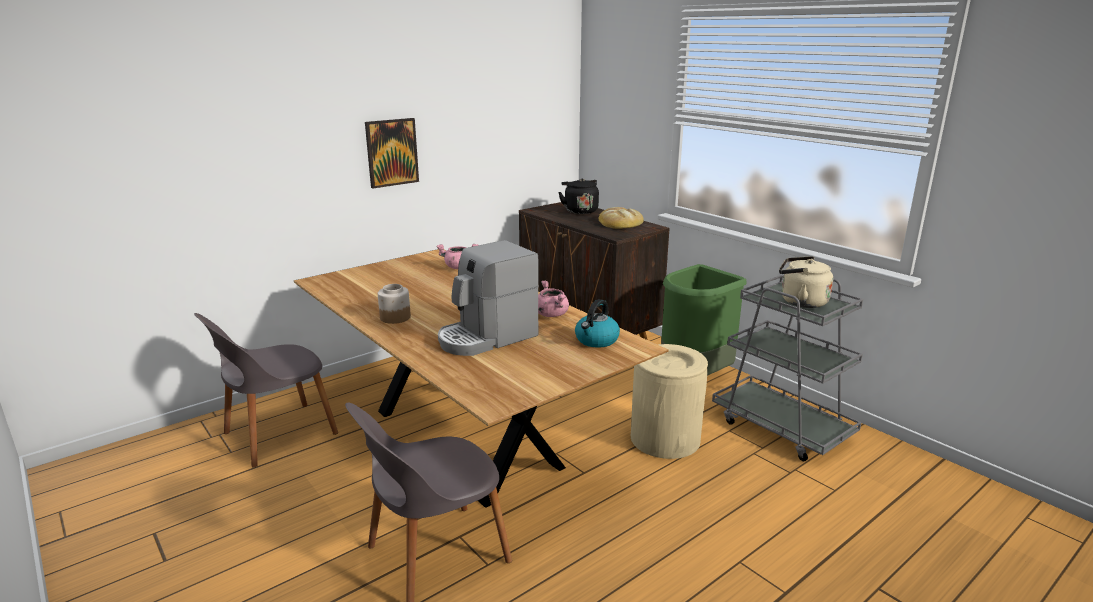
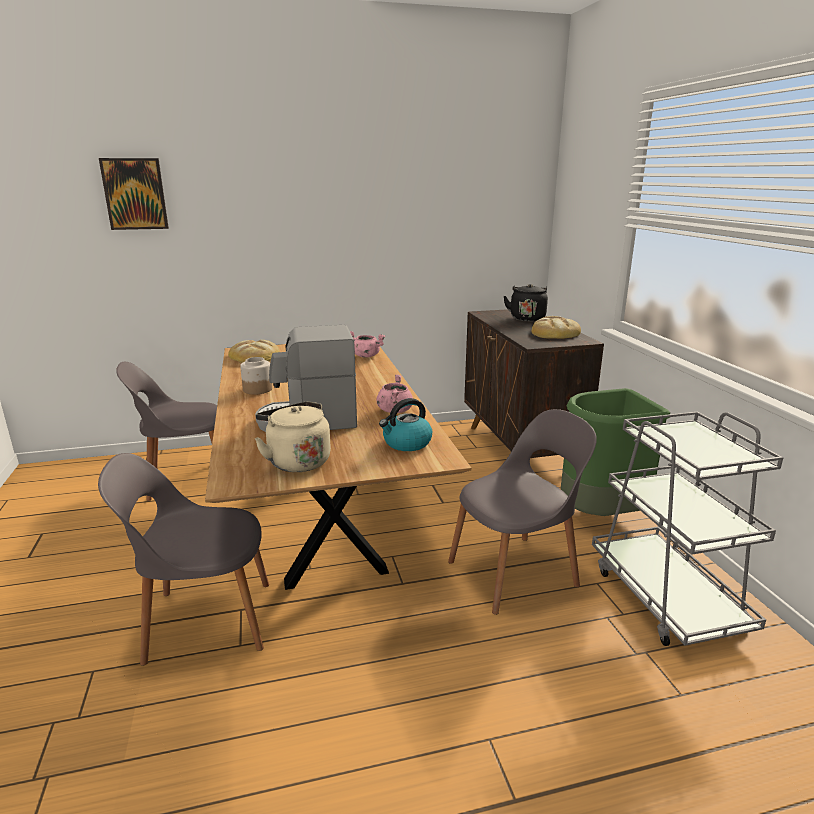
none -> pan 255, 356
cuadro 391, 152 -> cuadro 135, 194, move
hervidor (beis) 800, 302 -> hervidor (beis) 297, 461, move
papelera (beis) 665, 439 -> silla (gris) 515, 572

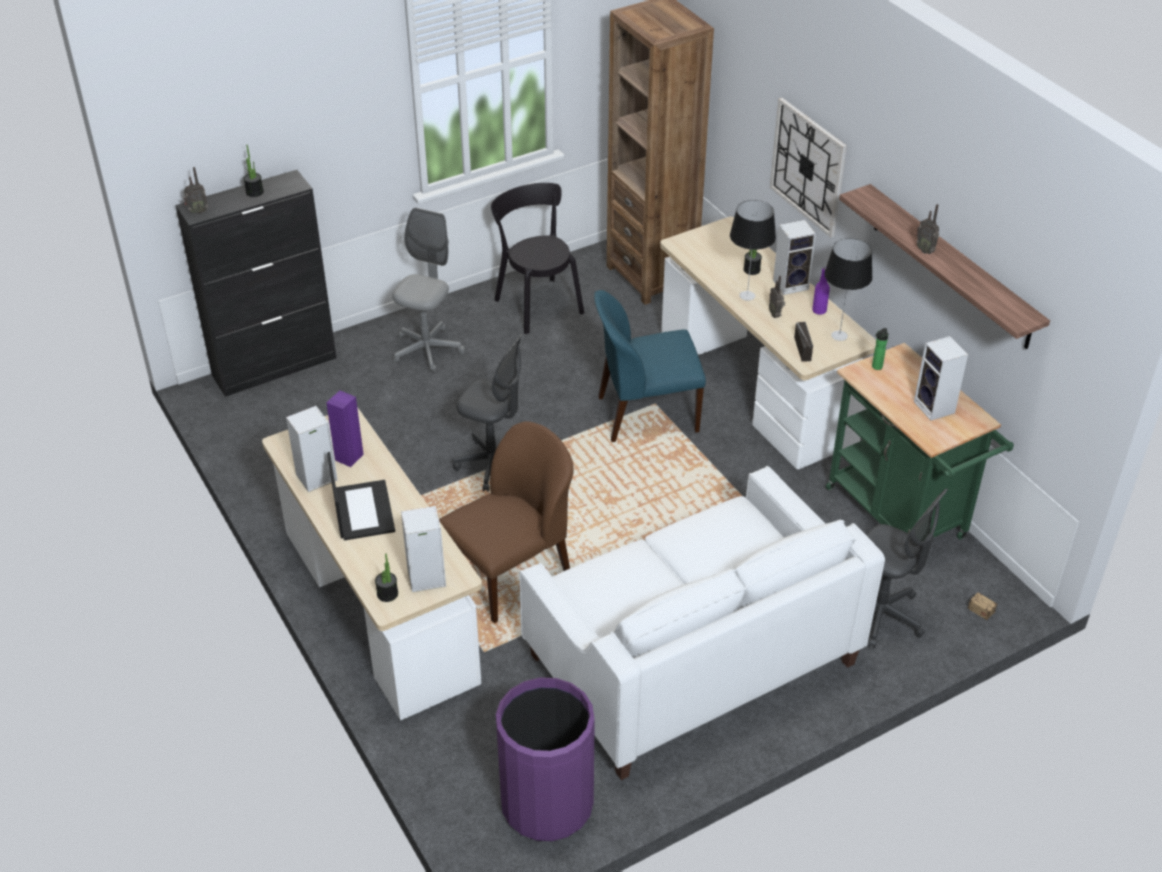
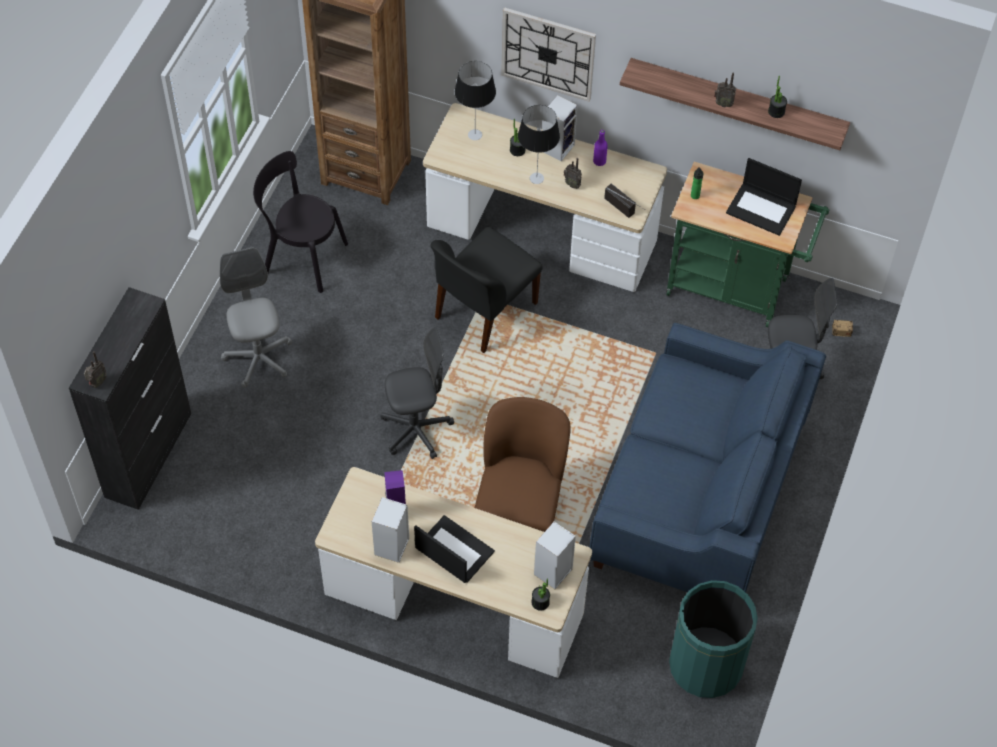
planta en maceta 254, 192 -> planta en maceta 776, 111, move
lámpara de mesa 839, 335 -> lámpara de mesa 474, 134, move
altavoz 935, 408 -> portátil 762, 209
papelera (morado) 547, 804 -> papelera (verde) 705, 665
sofá (blanco) 692, 659 -> sofá (azul) 698, 495
silla (azul) 645, 414 -> silla (negro) 484, 311

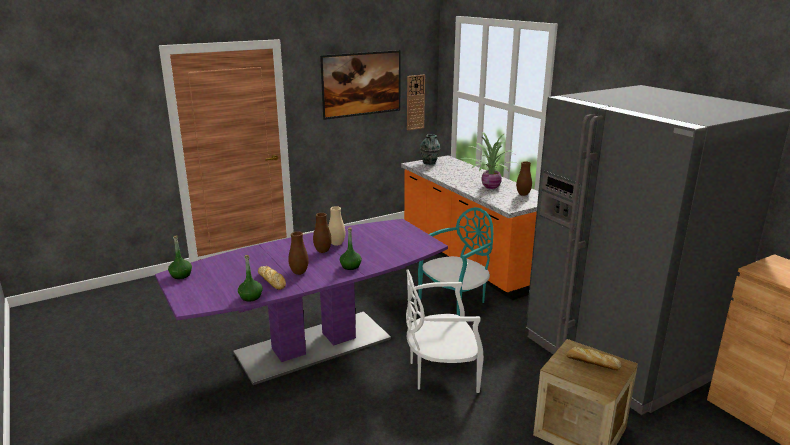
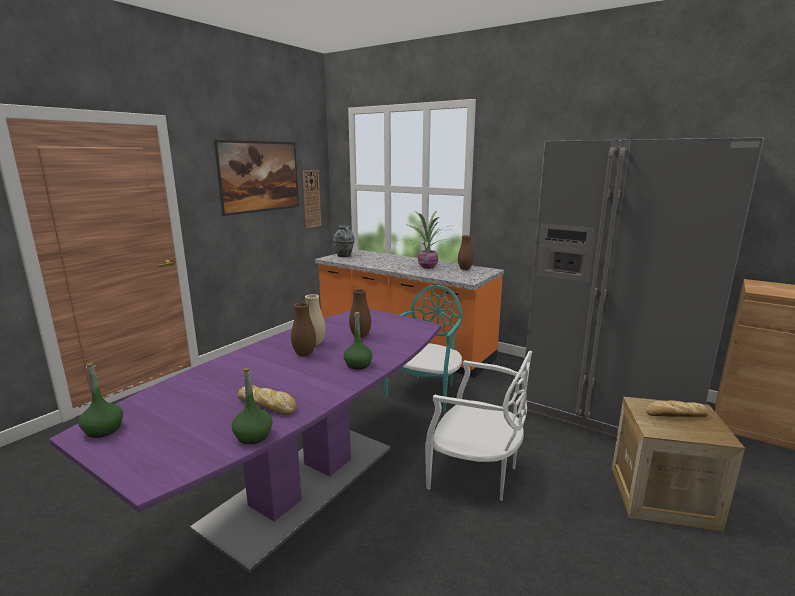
florero (marrón) 299, 273 -> florero (marrón) 360, 336, move
silla (blanco) 440, 373 -> silla (blanco) 476, 474, 120 degrees counterclockwise

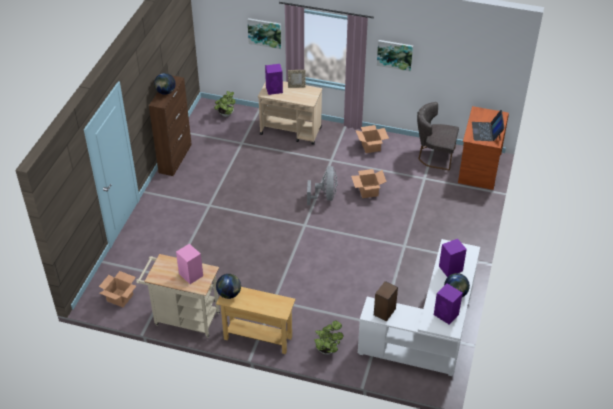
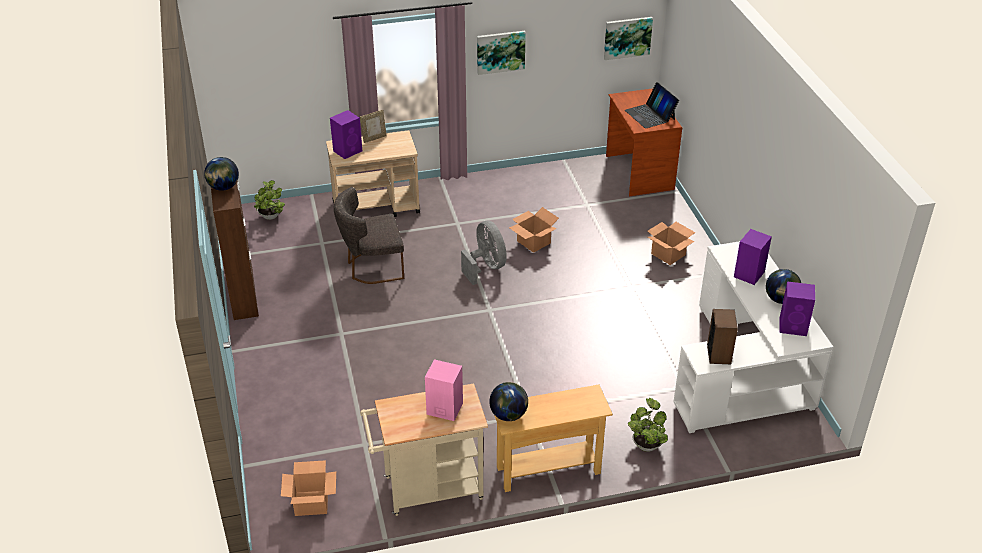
cuadro 264, 33 -> cuadro 627, 37, move
caja de cartón 370, 146 -> caja de cartón 667, 254, move
silla (gris) 434, 156 -> silla (gris) 372, 267, move

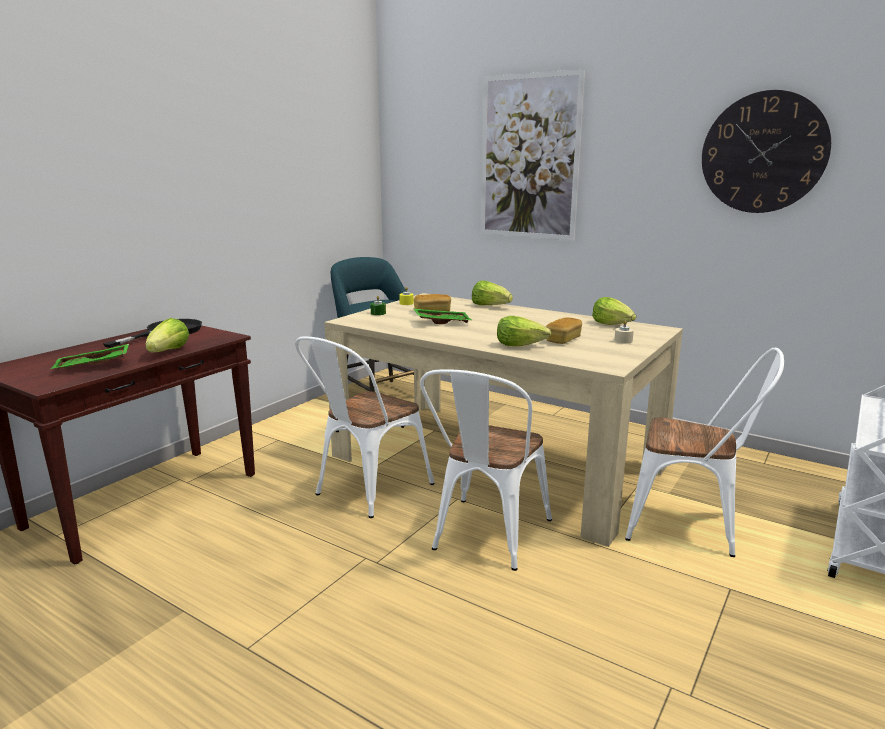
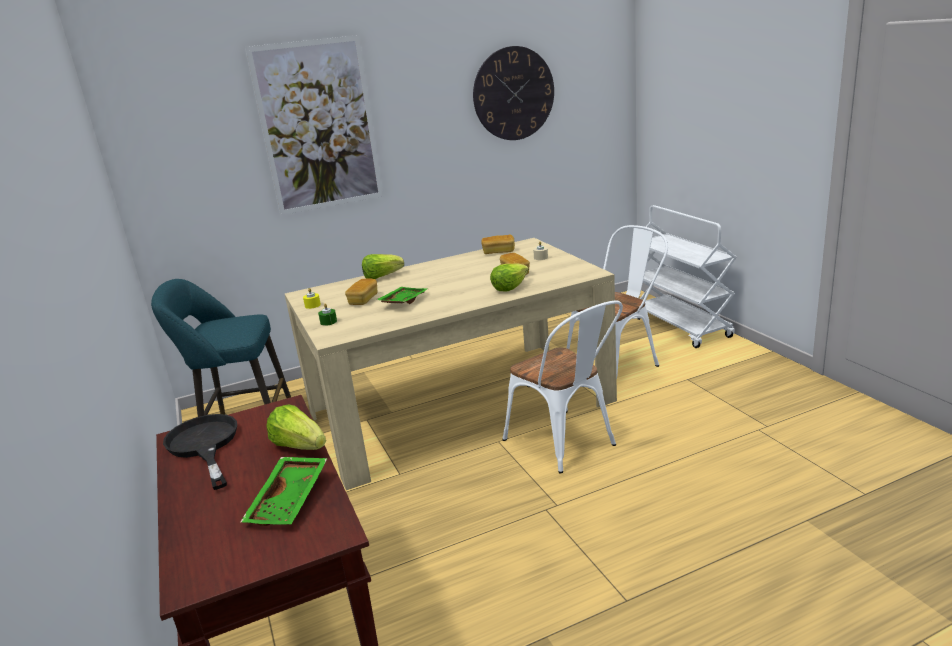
silla (blanco) 366, 491 -> none
lechuga 612, 324 -> pan 498, 252

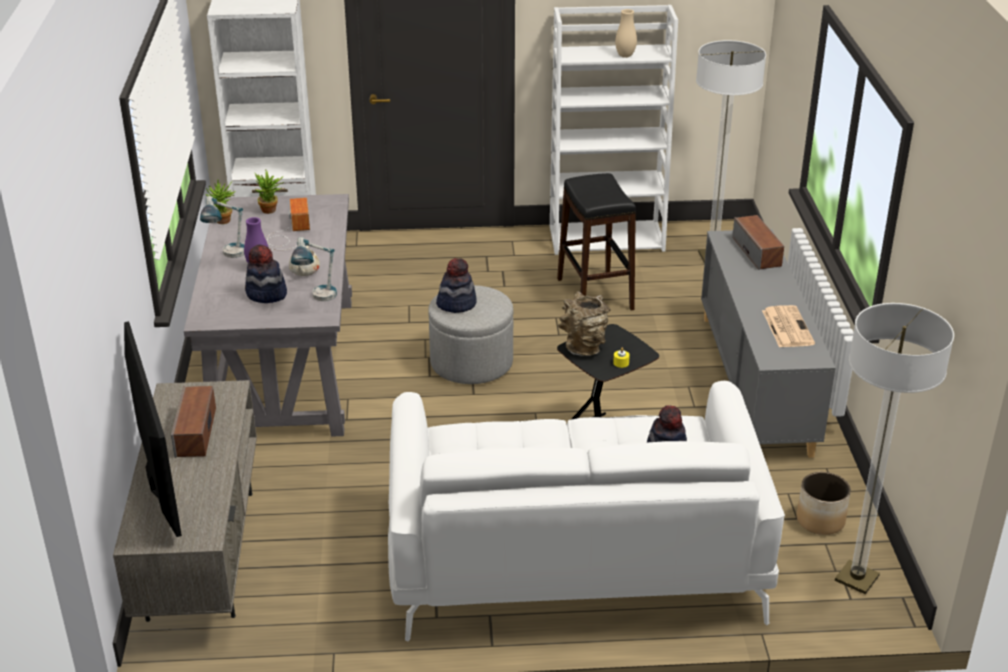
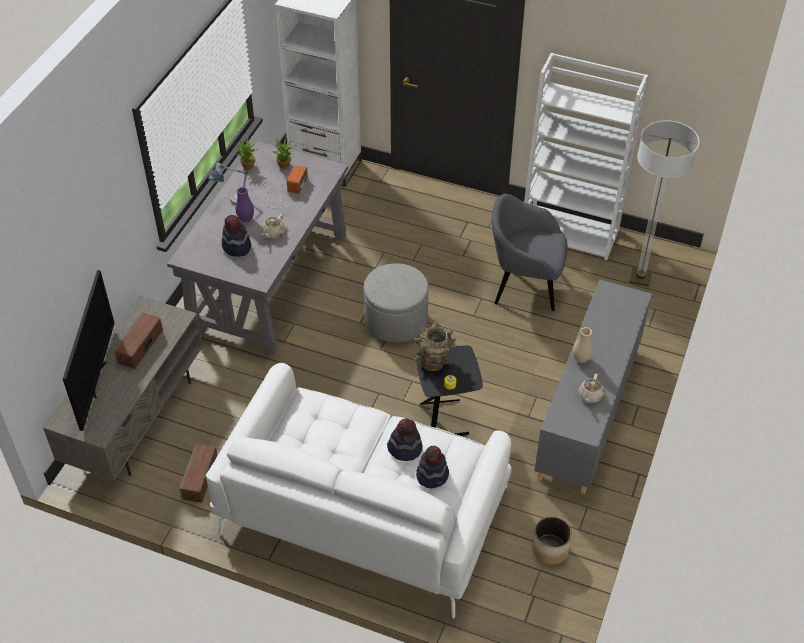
lámpara de mesa 318, 300 -> none
lámpara de pie 856, 578 -> none
sombrero 456, 303 -> sombrero 405, 448, move
florero (beis) 625, 56 -> florero (beis) 581, 359, move
altavoz 757, 252 -> altavoz 200, 478, move
taburete (negro) 594, 294 -> sillón (gris) 524, 285
periódico 787, 327 -> tetera (beis) 590, 395

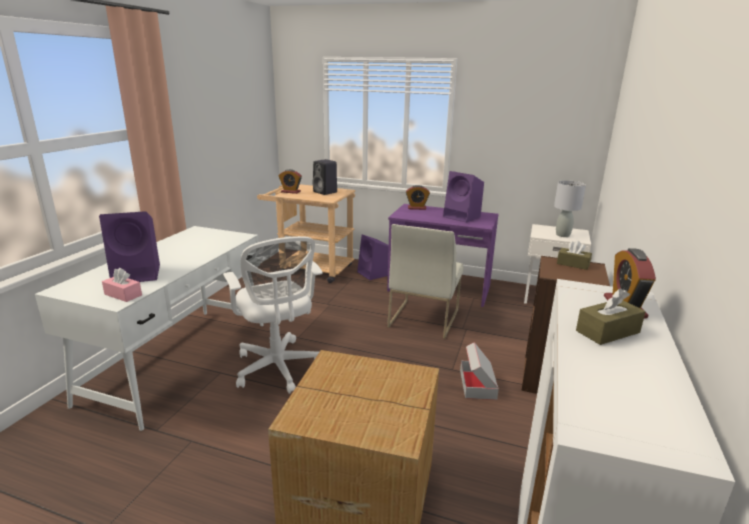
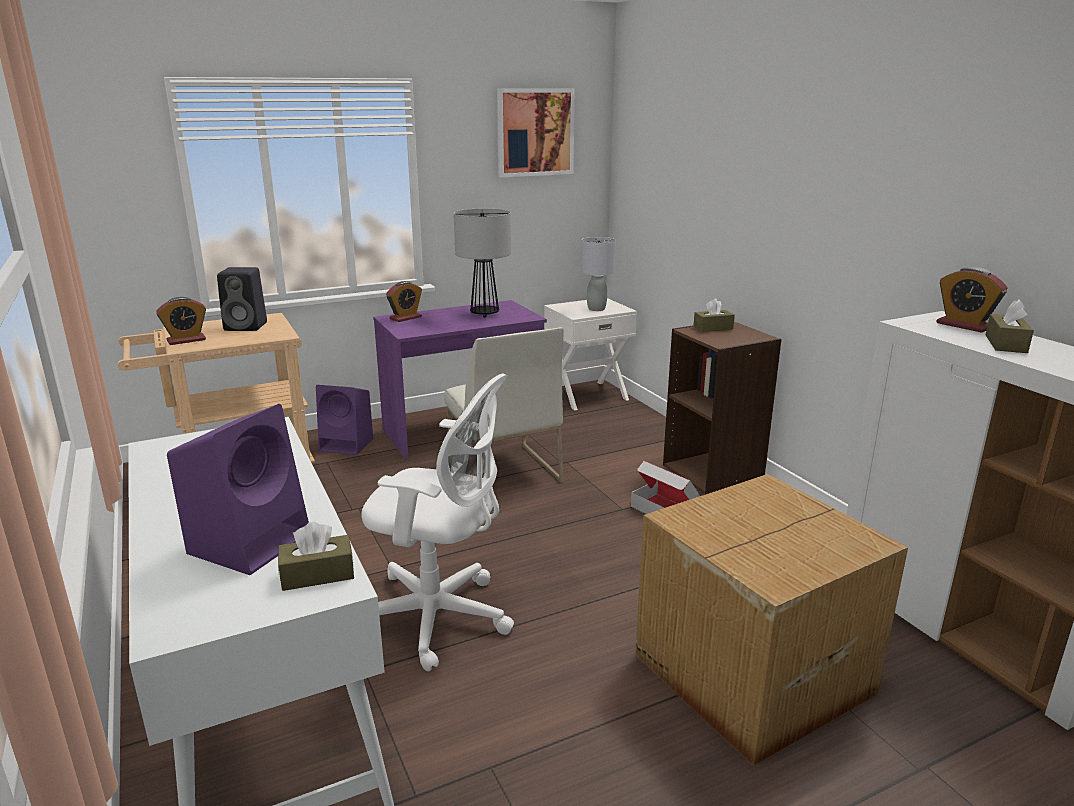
none -> cuadro 535, 132
altavoz (morado) 462, 217 -> lámpara de mesa 485, 314
caja de pañuelos (rosa) 123, 295 -> caja de pañuelos (marrón) 317, 575

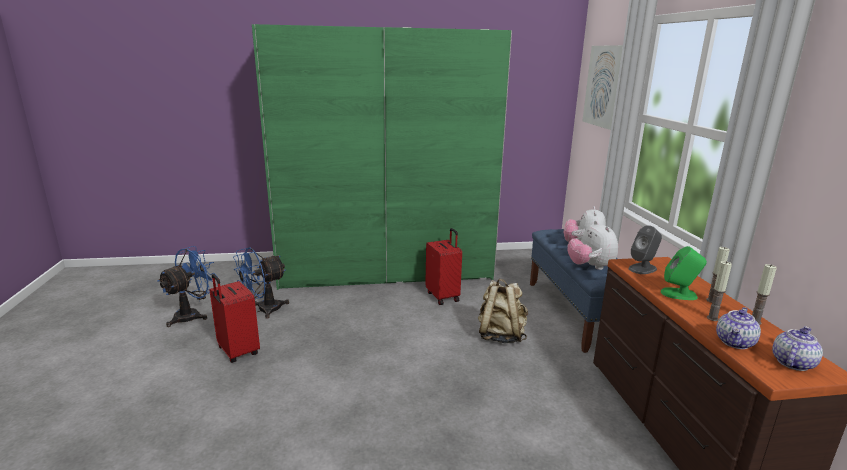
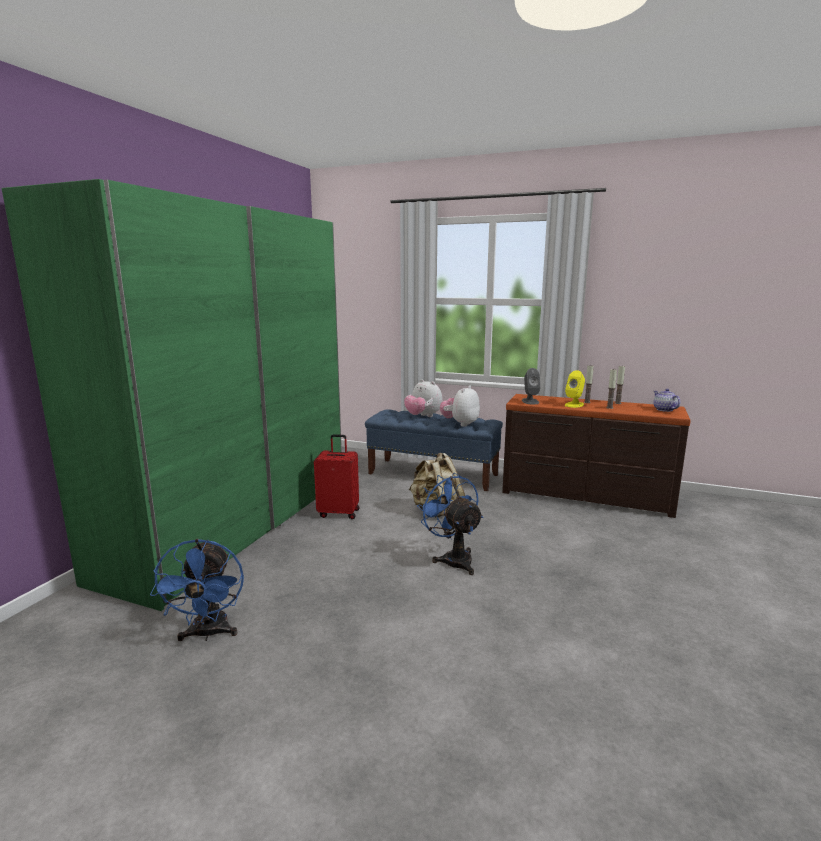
maleta (rojo) 237, 352 -> none
cuadro 605, 86 -> none
tetera 735, 342 -> none
ventilador (azul) 192, 315 -> ventilador (azul) 453, 558, move
altavoz (verde) 679, 294 -> altavoz (amarillo) 574, 405
peluche 590, 267 -> peluche 460, 424, 105 degrees clockwise

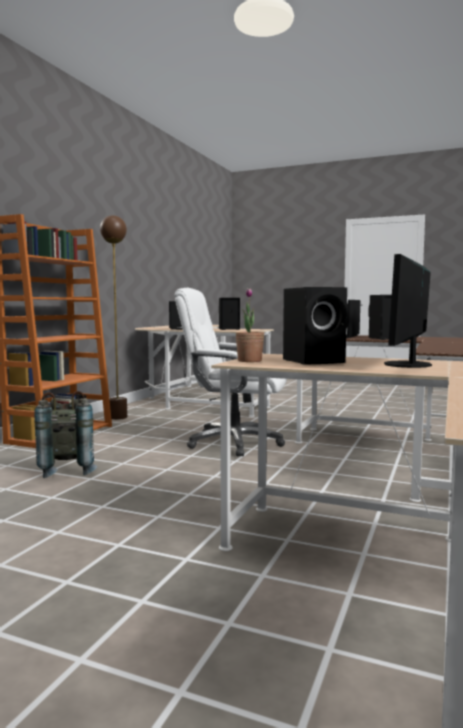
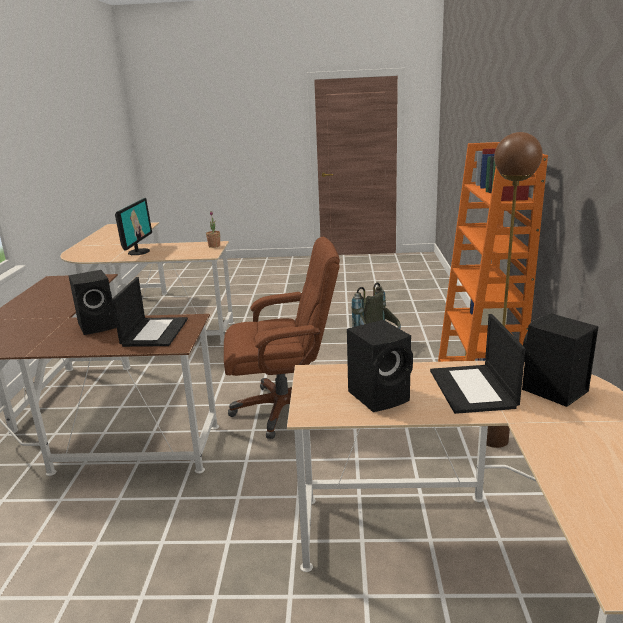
altavoz (negro) 315, 361 -> altavoz (negro) 552, 391, move
silla de oficina (blanco) 233, 443 -> silla de oficina (marrón) 284, 409

